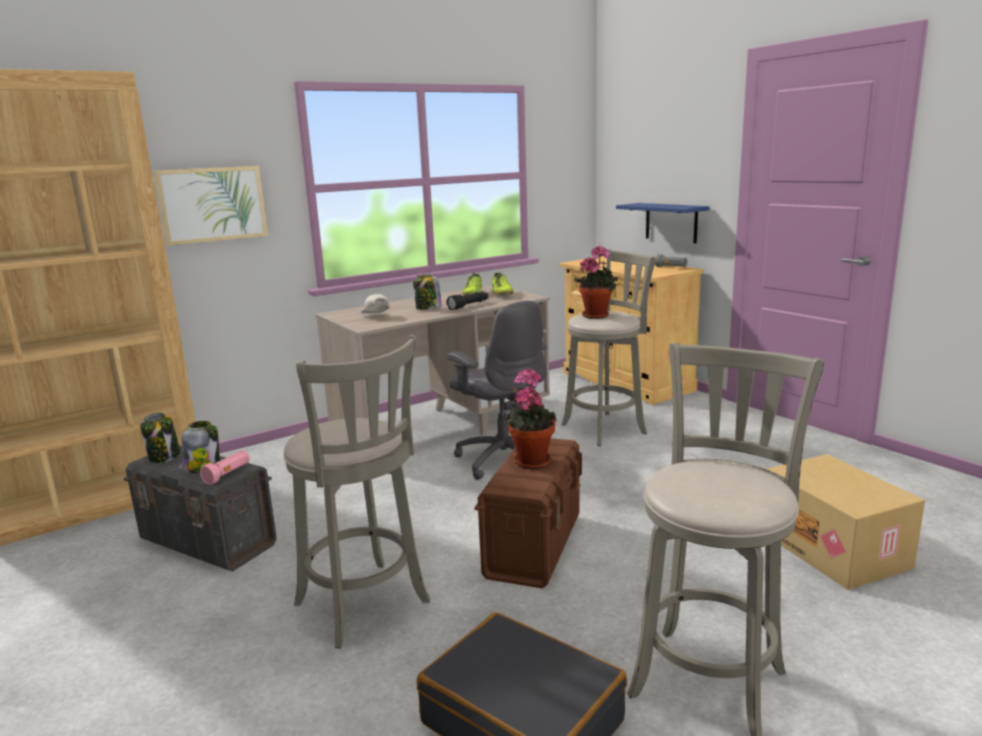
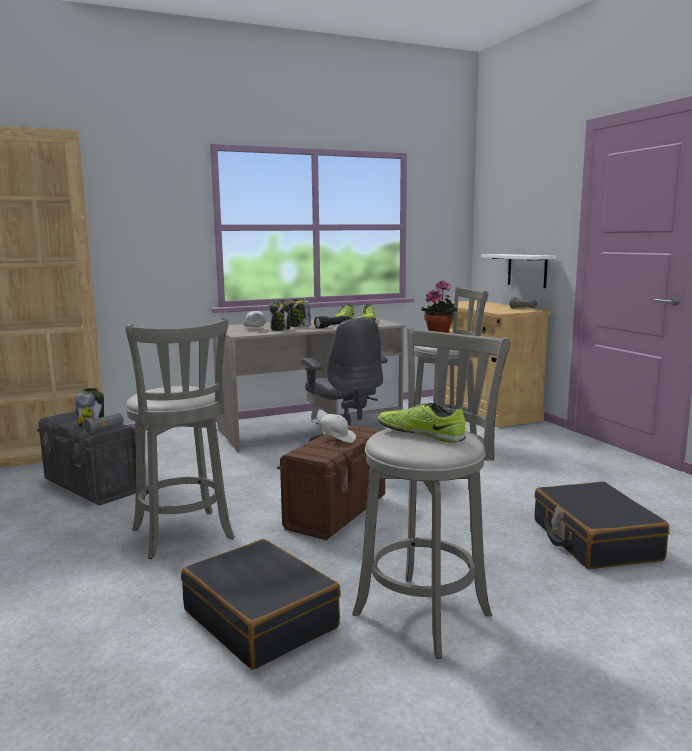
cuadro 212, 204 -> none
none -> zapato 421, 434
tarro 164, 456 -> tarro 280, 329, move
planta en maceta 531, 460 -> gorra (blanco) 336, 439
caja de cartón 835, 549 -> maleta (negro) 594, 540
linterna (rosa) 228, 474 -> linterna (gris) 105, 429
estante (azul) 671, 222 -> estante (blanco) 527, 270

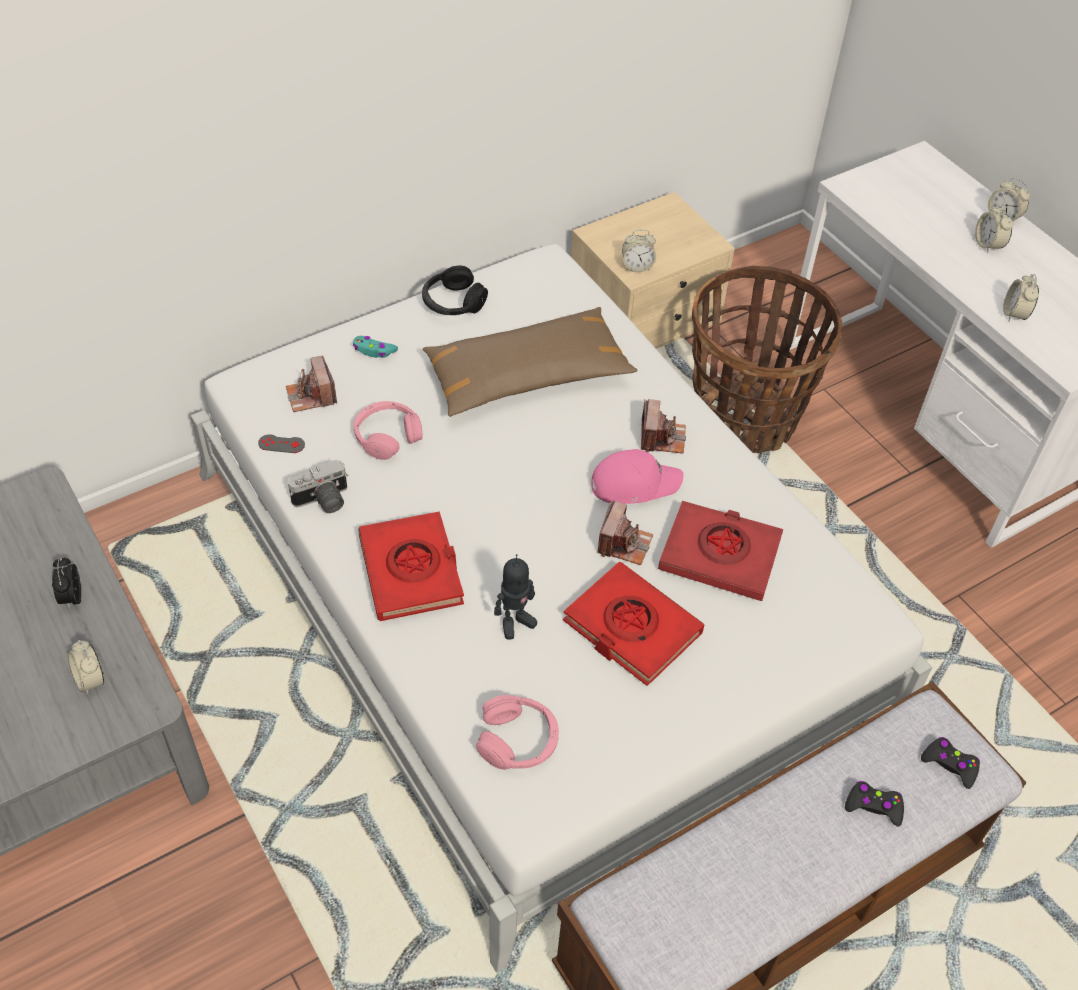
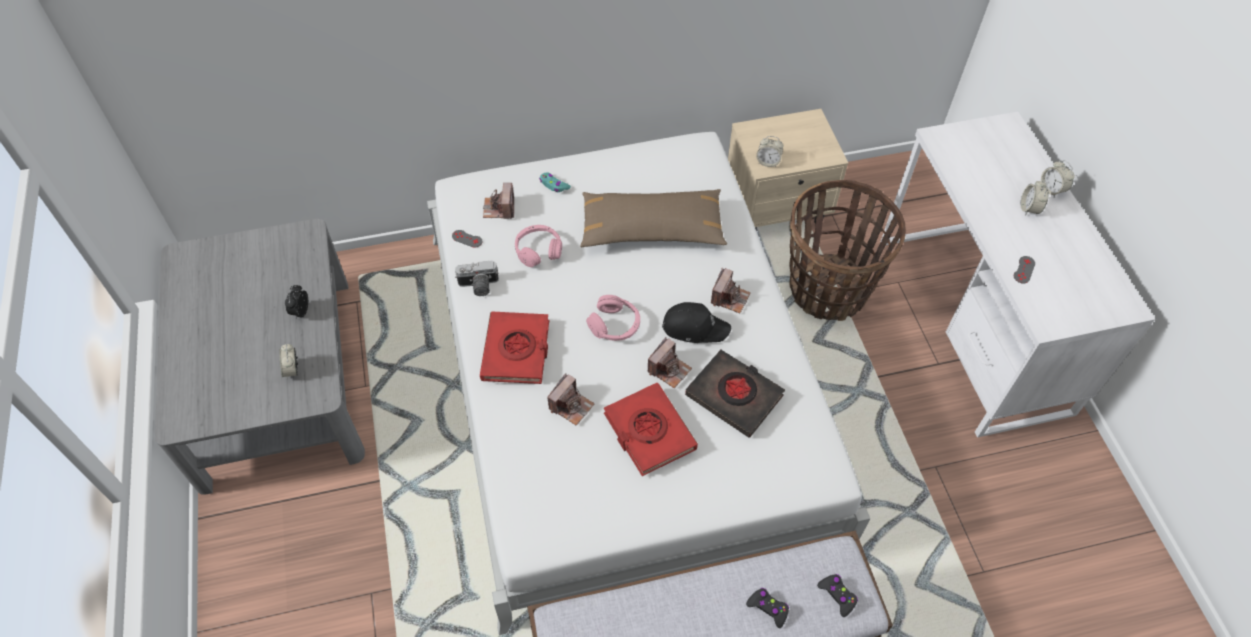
auriculares (negro) 453, 302 -> none
auriculares (rosa) 518, 740 -> auriculares (rosa) 615, 325, move
robot de juguete 515, 622 -> cámara 571, 406
despertador 1014, 314 -> mando de consola (gris) 1024, 270
gorra (rosa) 634, 483 -> gorra (negro) 694, 327
libro (rojo) 720, 555 -> libro (negro) 734, 396

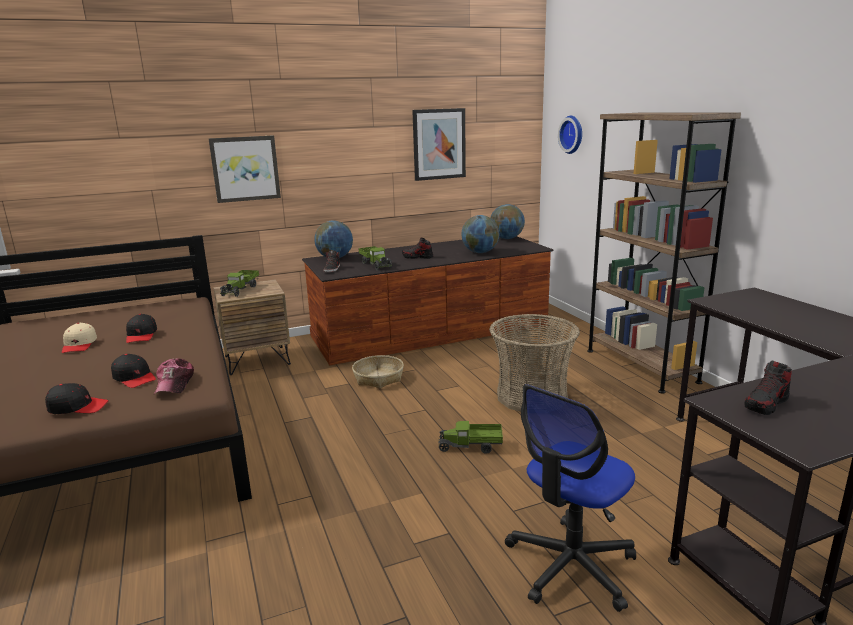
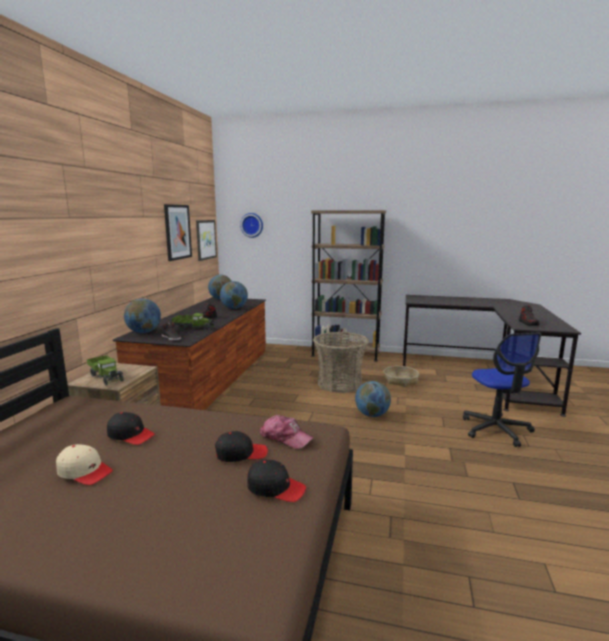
cuadro 245, 168 -> cuadro 205, 239, move
cesta 378, 378 -> cesta 400, 380, move
camión de juguete 470, 446 -> globo terráqueo 372, 415
gorra (negro) 77, 407 -> gorra (negro) 275, 488, 75 degrees clockwise

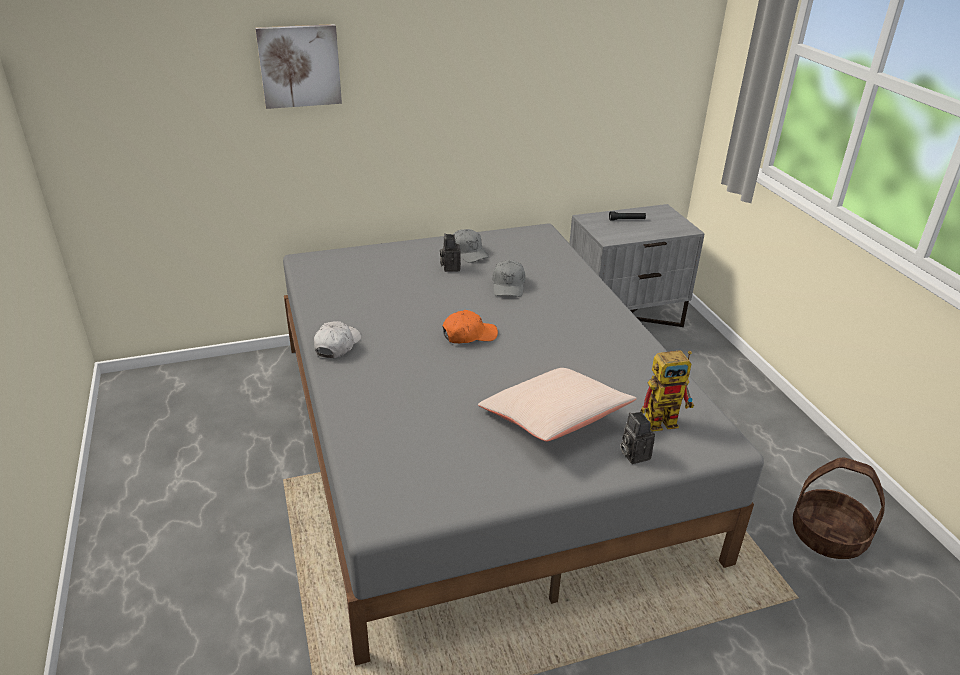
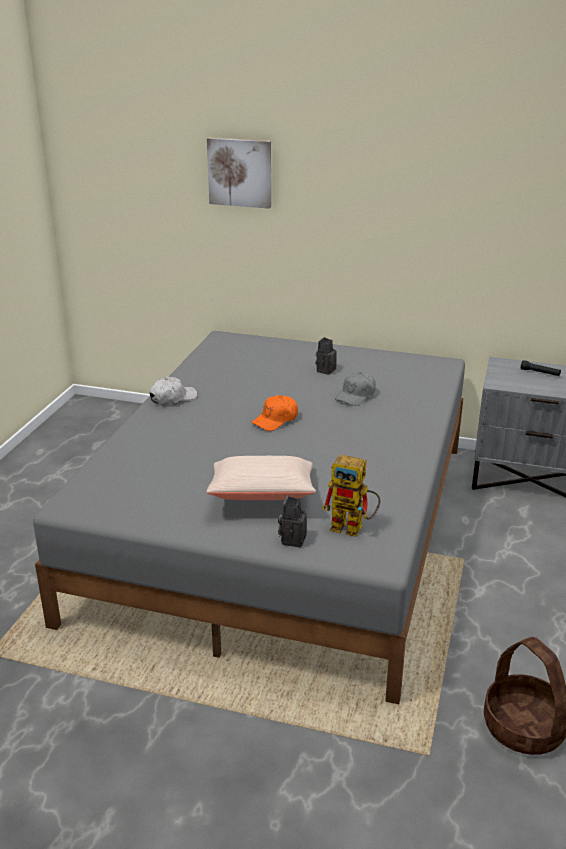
gorra (gris) 469, 252 -> none
gorra (naranja) 469, 335 -> gorra (naranja) 275, 420, 120 degrees clockwise

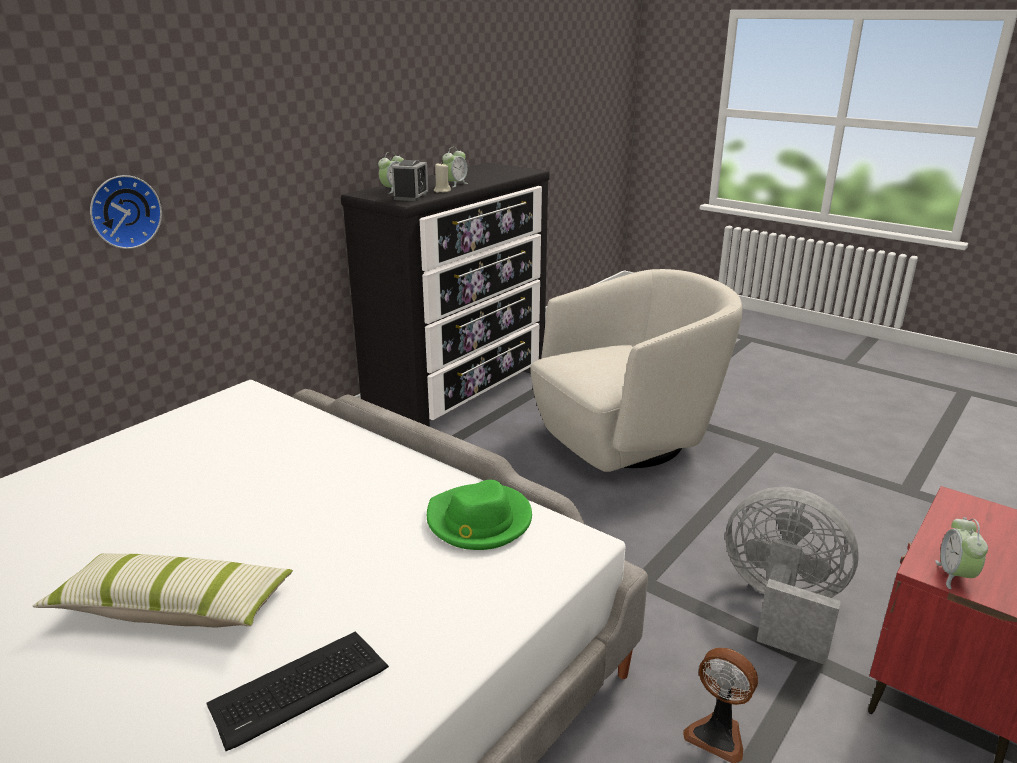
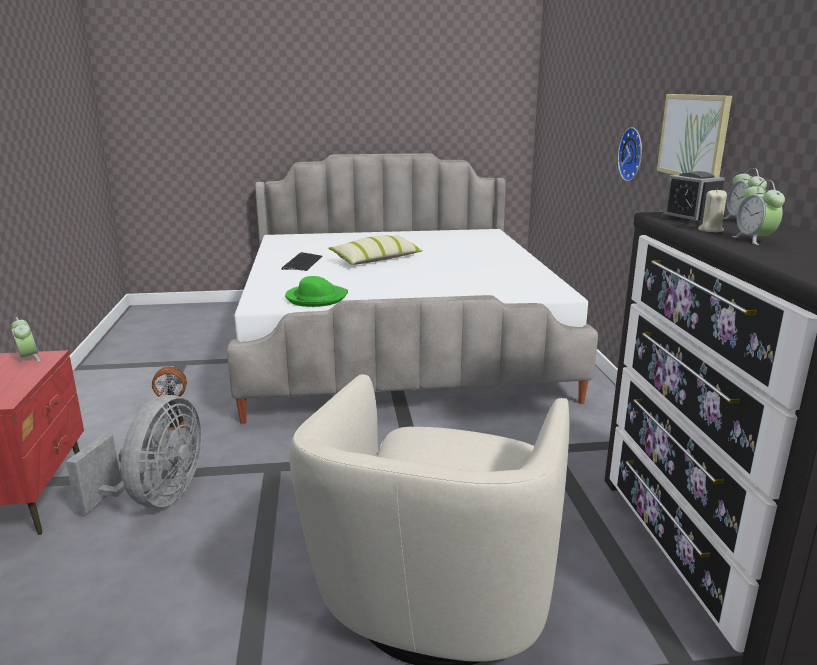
none -> cuadro 693, 136
ventilador (gris) 781, 607 -> ventilador (gris) 156, 498, 60 degrees counterclockwise

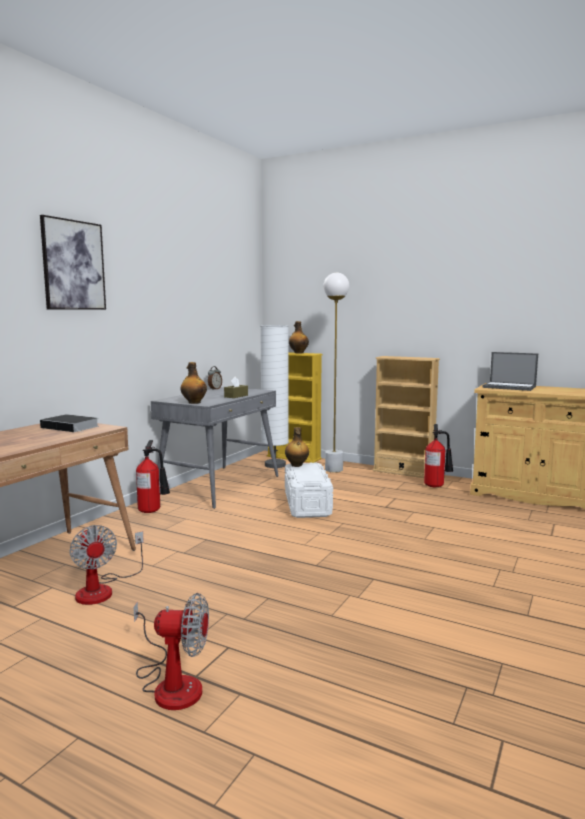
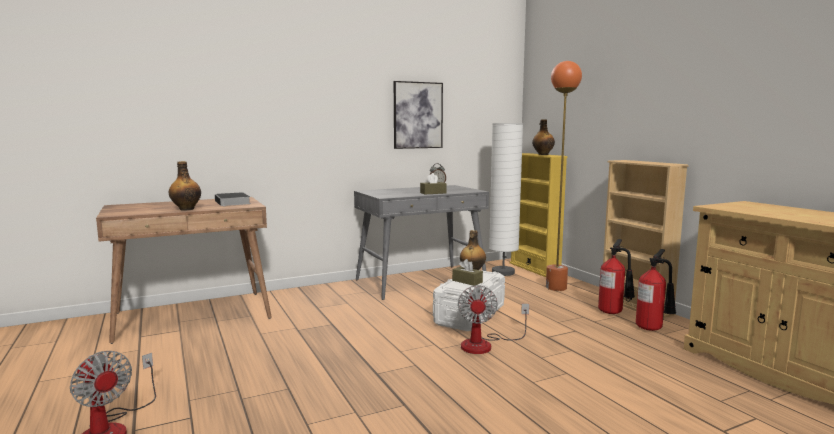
portátil 510, 387 -> none
none -> caja de pañuelos (marrón) 467, 281
cuadro 73, 265 -> cuadro 417, 115, move
ventilador 103, 589 -> ventilador 485, 344, move
extintor 153, 511 -> extintor 614, 312, move
botella 194, 403 -> botella 186, 209, move
lámpara de pie (blanco) 334, 470 -> lámpara de pie (naranja) 556, 287

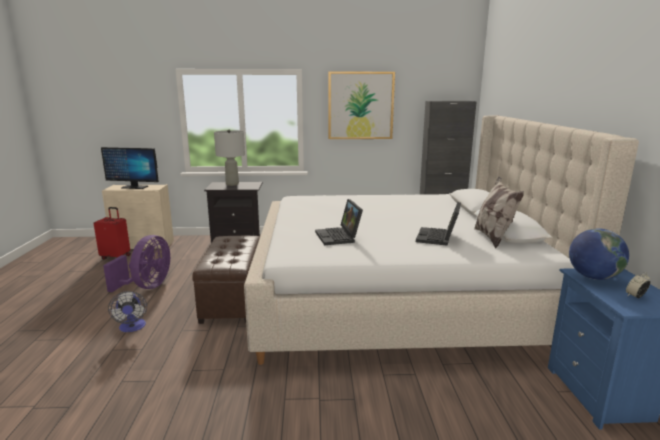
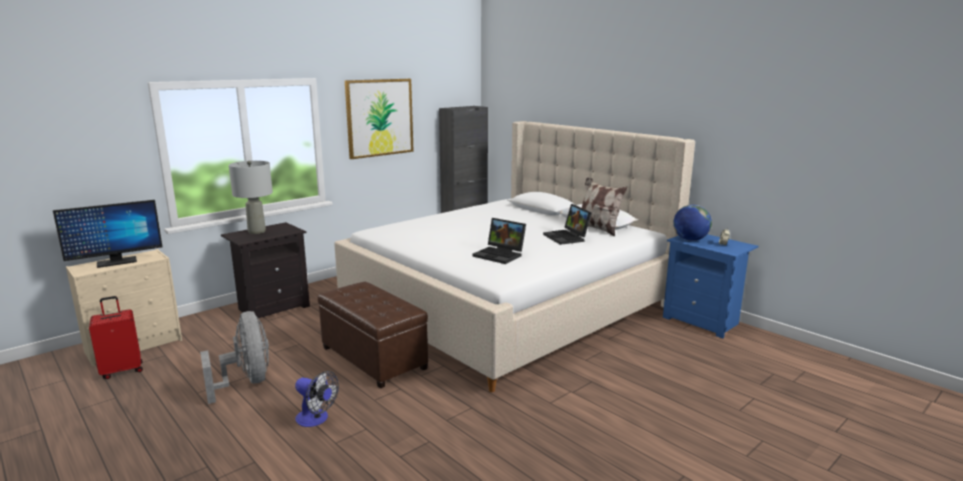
ventilador (morado) 147, 286 -> ventilador (gris) 246, 382

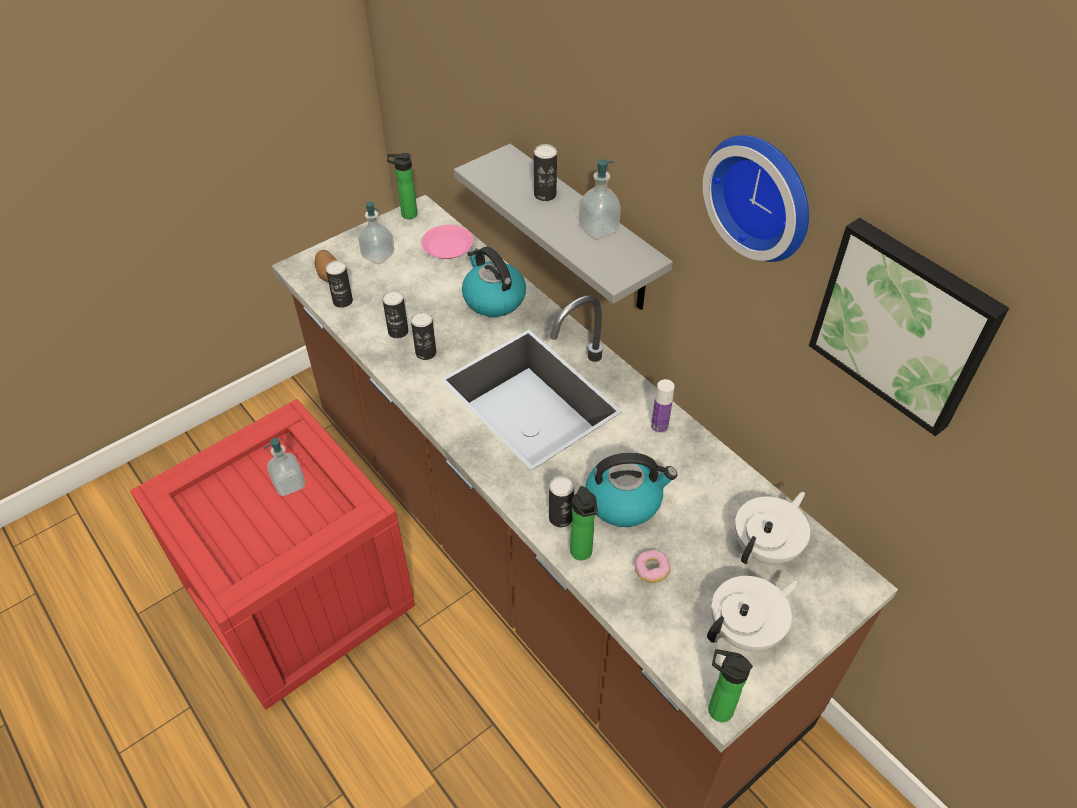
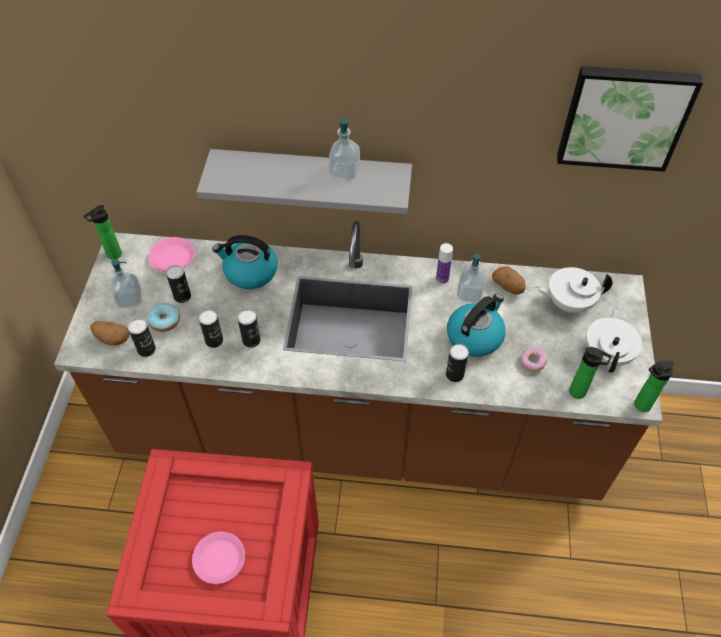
reloj de pared 763, 195 -> none
none -> rosquilla 165, 321
none -> plato (rosa) 219, 559
none -> patata 508, 287
dispensador de jabón 289, 484 -> dispensador de jabón 469, 294, move
lata 545, 194 -> lata 182, 296, move
botella 582, 554 -> botella 580, 393, move
tetera (blanco) 766, 547 -> tetera (blanco) 568, 303, 90 degrees counterclockwise

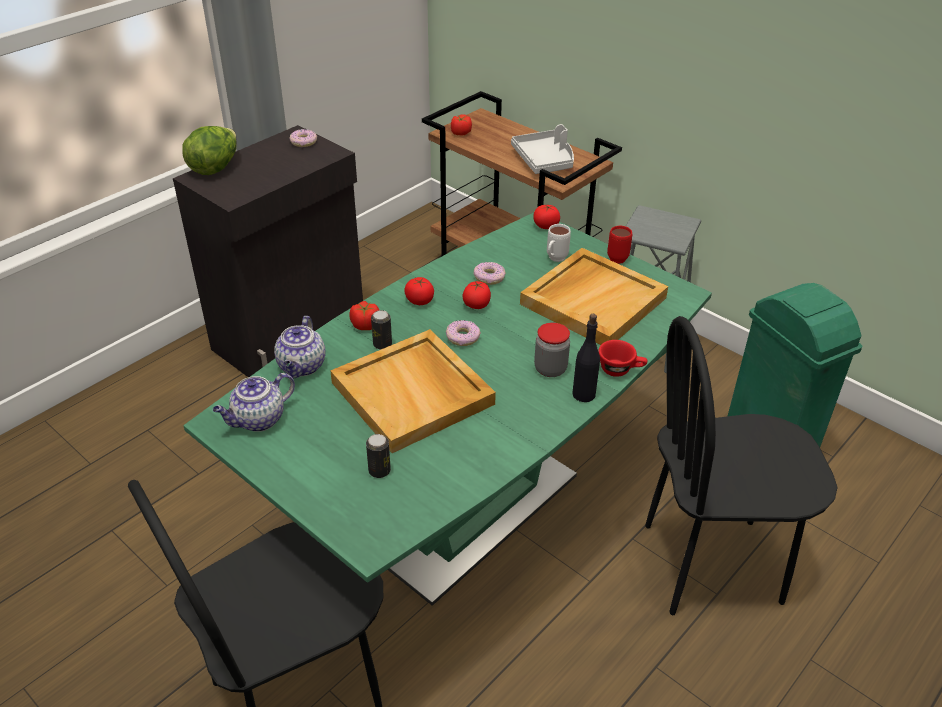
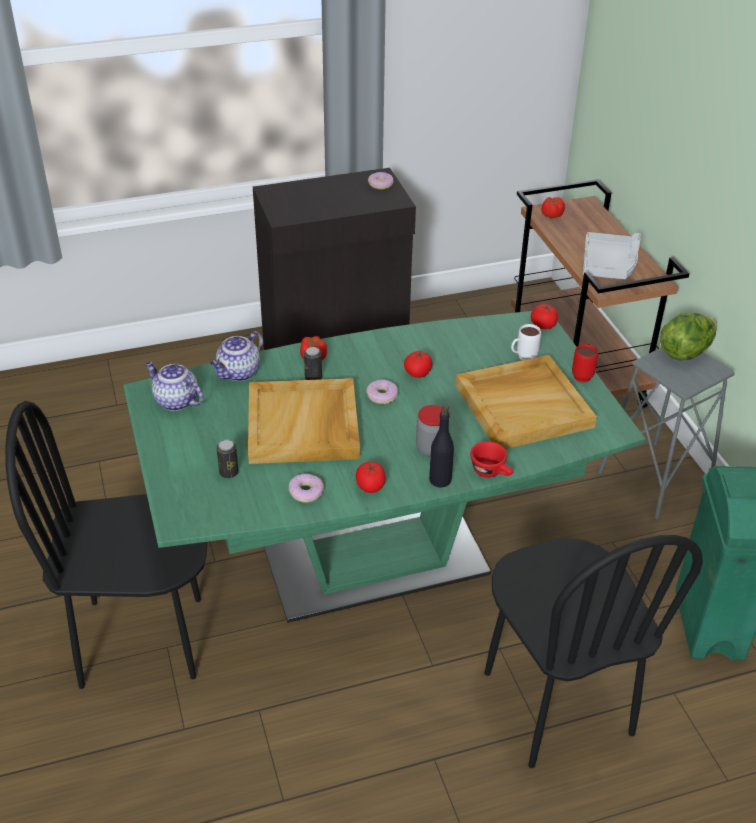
lechuga 215, 167 -> lechuga 685, 352, move
tomate 419, 301 -> tomate 370, 486, move
rosquilla 489, 277 -> rosquilla 306, 492, move
tetera 258, 420 -> tetera 175, 401, 45 degrees clockwise
silla (negro) 712, 564 -> silla (negro) 556, 703, 135 degrees counterclockwise

